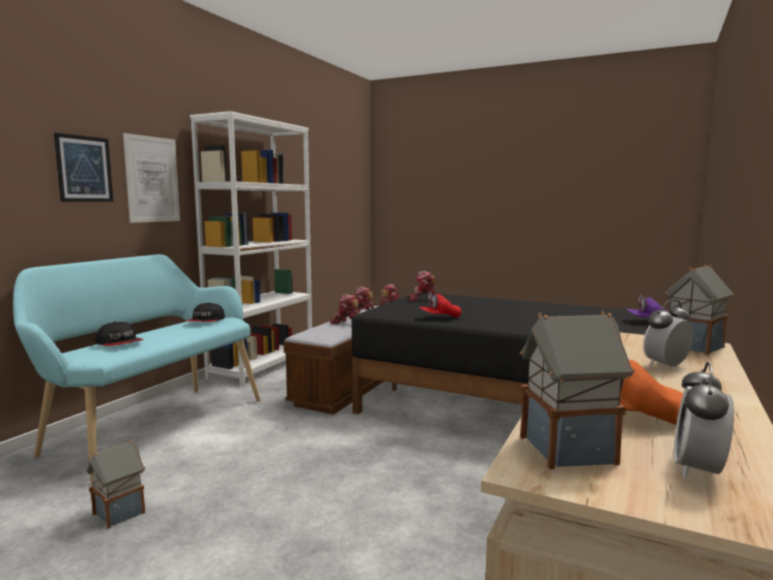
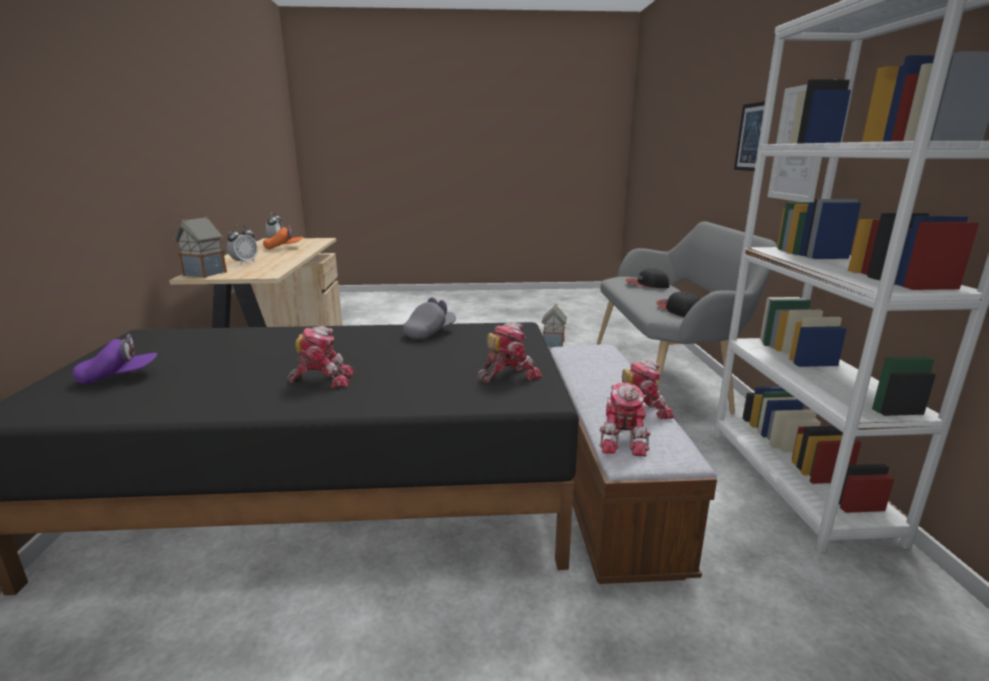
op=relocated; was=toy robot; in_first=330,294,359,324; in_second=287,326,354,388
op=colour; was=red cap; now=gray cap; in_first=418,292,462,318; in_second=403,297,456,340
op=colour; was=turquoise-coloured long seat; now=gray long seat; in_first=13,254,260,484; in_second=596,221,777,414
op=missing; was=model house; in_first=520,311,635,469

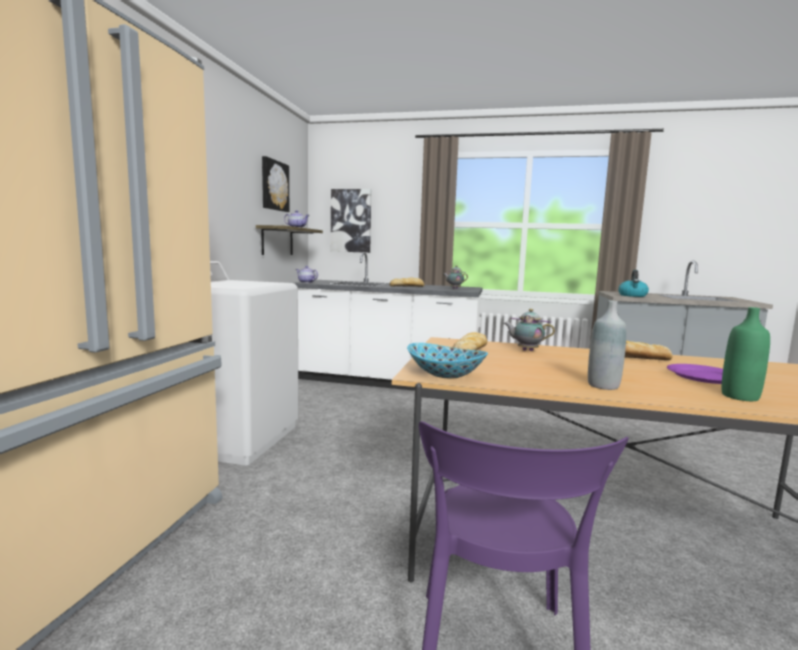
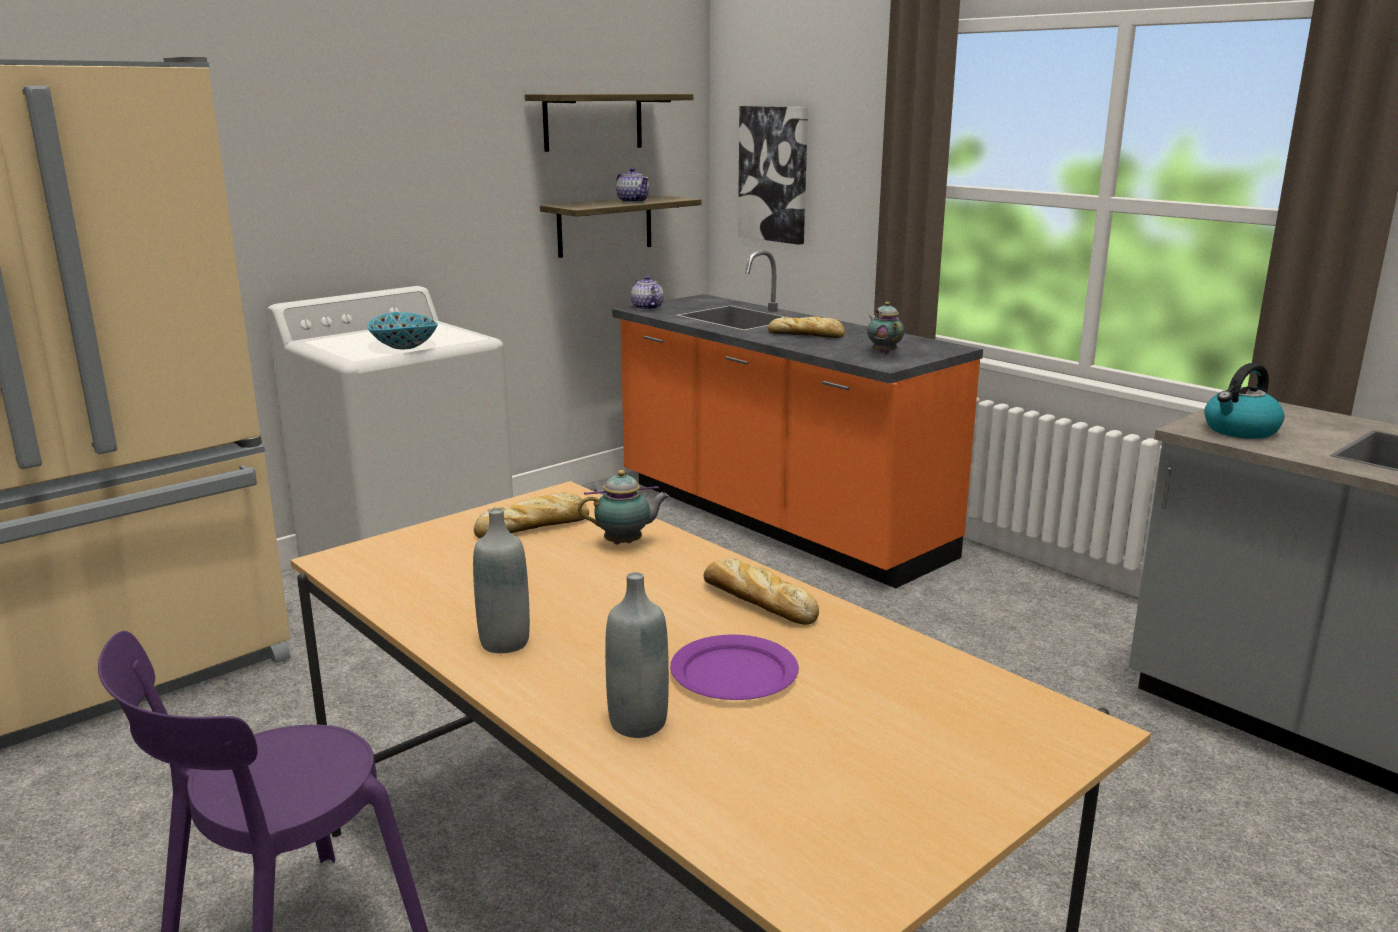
op=relocated; was=bowl; in_first=407,343,488,379; in_second=367,312,438,349
op=exchanged; was=picture; now=wall shelf; in_first=262,156,289,212; in_second=525,94,693,152
op=spun; was=tea pot; in_first=504,309,555,351; in_second=578,470,670,545; clockwise=105
op=colour; was=green bottle; now=gray bottle; in_first=721,307,770,401; in_second=605,572,669,738
op=colour; was=white kitchen base unit; now=orange kitchen base unit; in_first=294,252,483,391; in_second=612,250,983,588

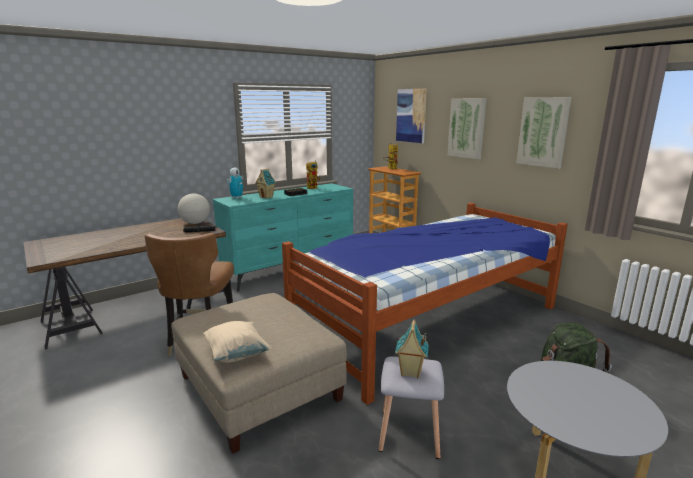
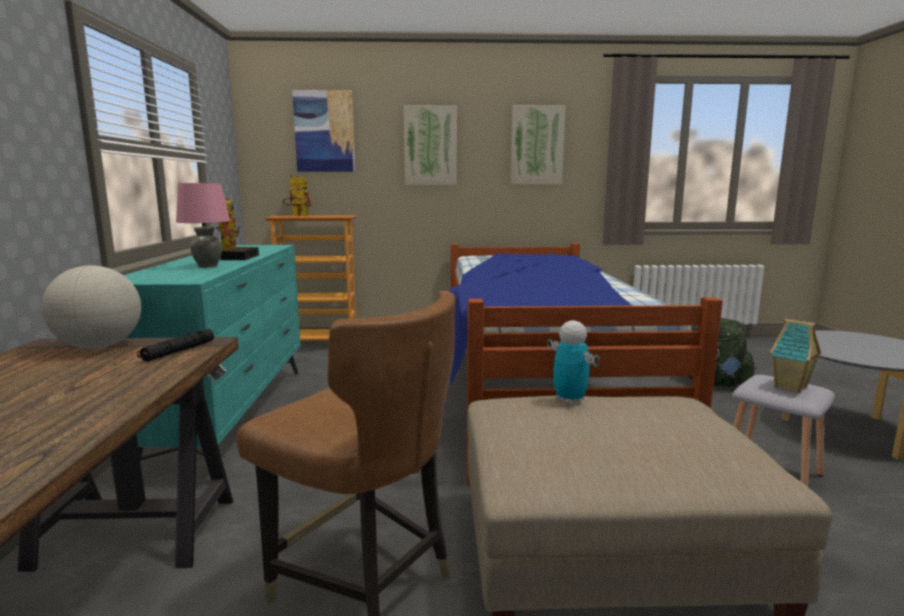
op=exchanged; was=model house; now=pink lamp for a table; in_first=255,168,276,199; in_second=176,183,230,268
op=relocated; was=toy robot; in_first=227,168,244,199; in_second=547,320,600,405
op=missing; was=sand-coloured cushion; in_first=203,321,271,363

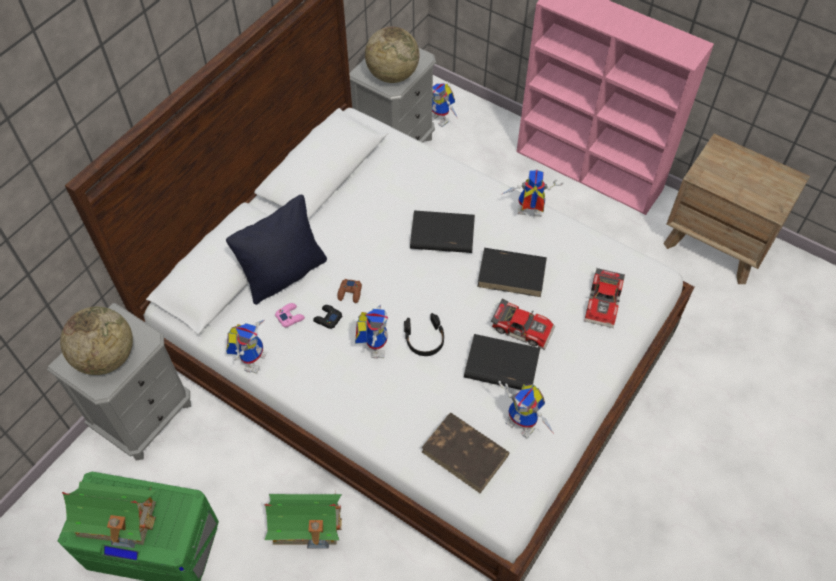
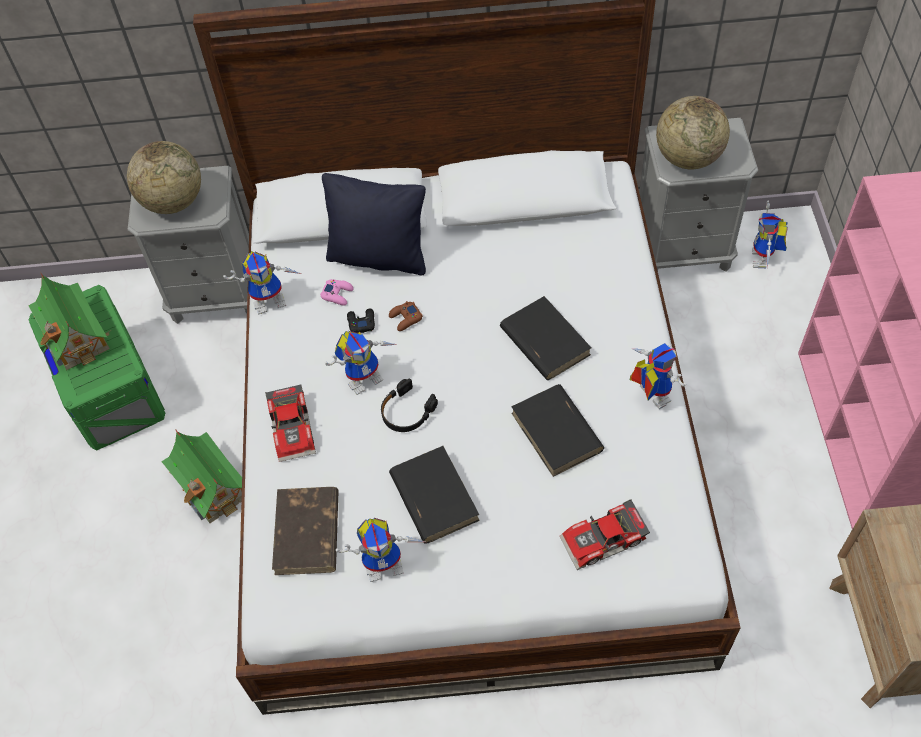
op=relocated; was=model car; in_first=491,298,555,350; in_second=265,385,316,462
op=spun; was=toy robot; in_first=499,381,555,438; in_second=336,518,425,582; clockwise=-105

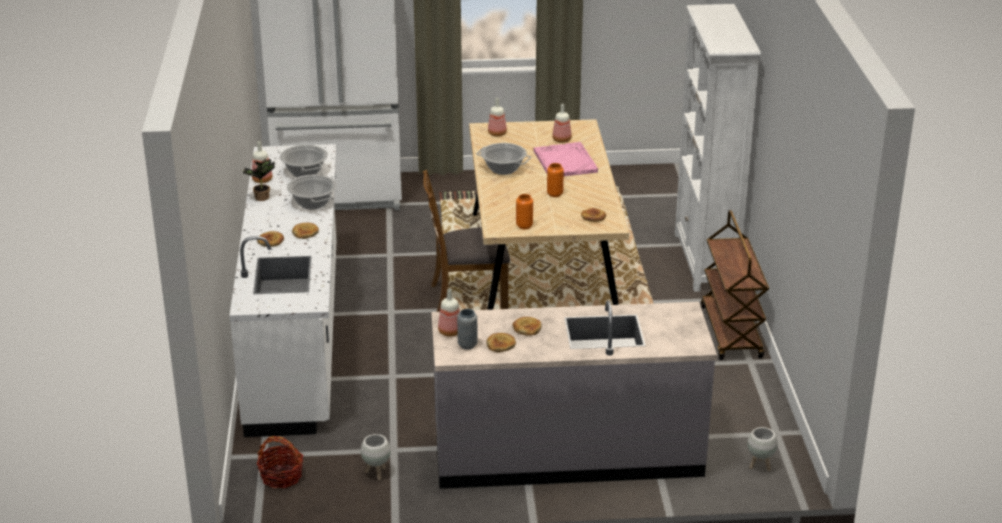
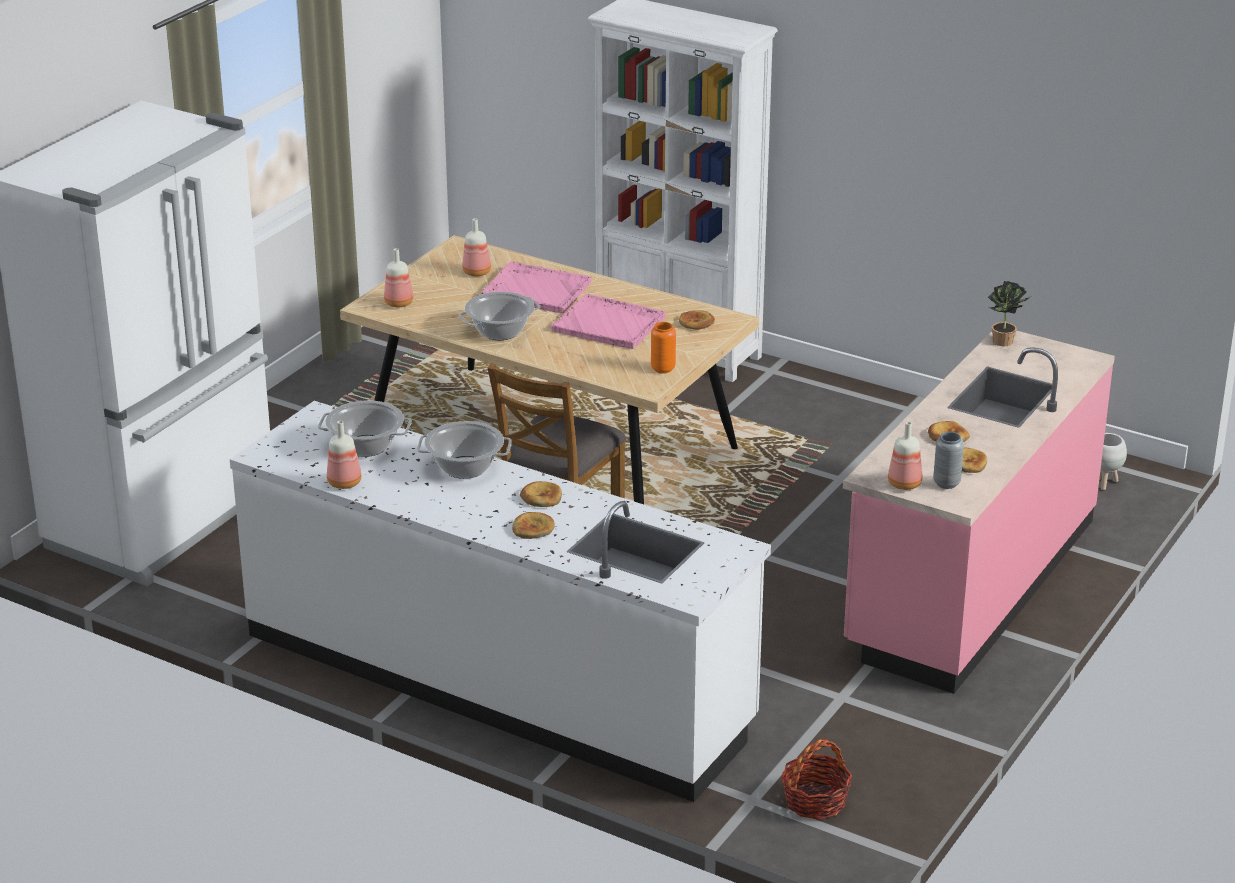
op=exchanged; was=orange vase; now=pink serving tray; in_first=547,163,564,197; in_second=551,294,666,349
op=colour; was=gray kitchen base unit; now=pink kitchen base unit; in_first=431,301,717,489; in_second=843,331,1115,694
op=relocated; was=potted plant; in_first=241,159,275,201; in_second=987,281,1029,346
op=missing; was=white flower pot; in_first=361,434,390,480
op=missing; was=brownish wheeled cart; in_first=701,210,769,360

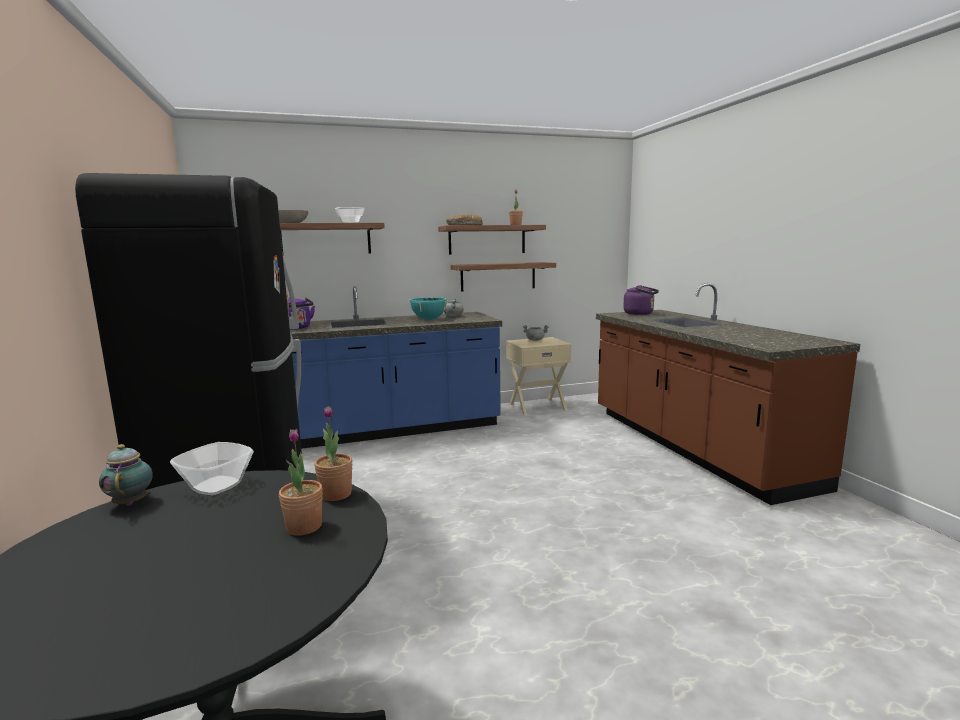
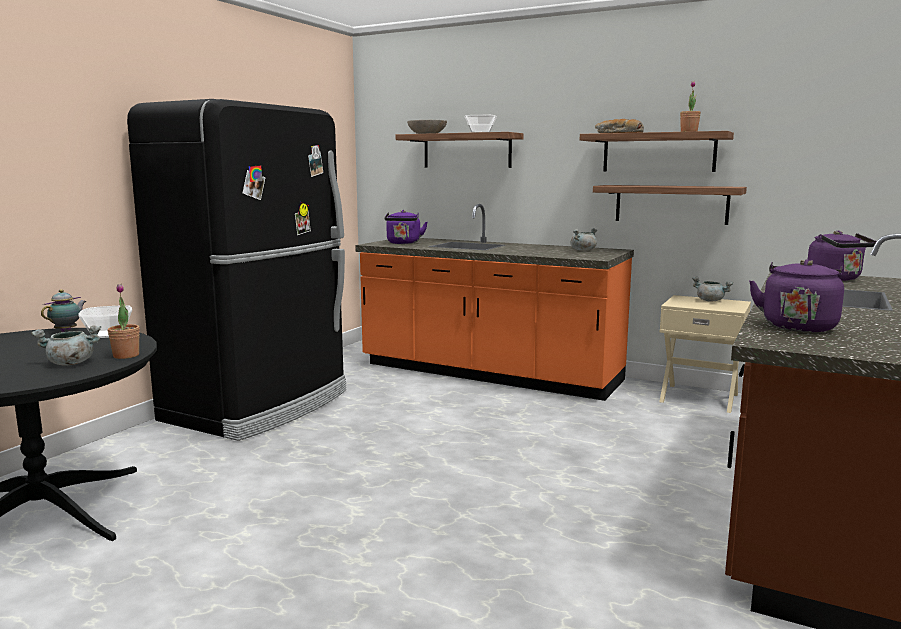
op=exchanged; was=potted plant; now=gray saucepot; in_first=279,429,323,536; in_second=31,325,101,366
op=colour; was=blue-coloured kitchen base unit; now=orange kitchen base unit; in_first=290,286,502,449; in_second=355,204,634,401
op=appeared; now=purple-coloured tea kettle; in_second=749,259,844,332
op=missing; was=turquoise-coloured saucepot; in_first=408,297,449,320

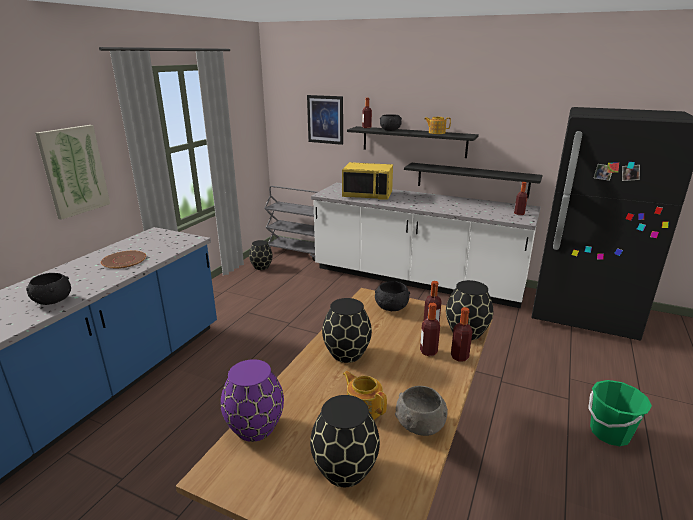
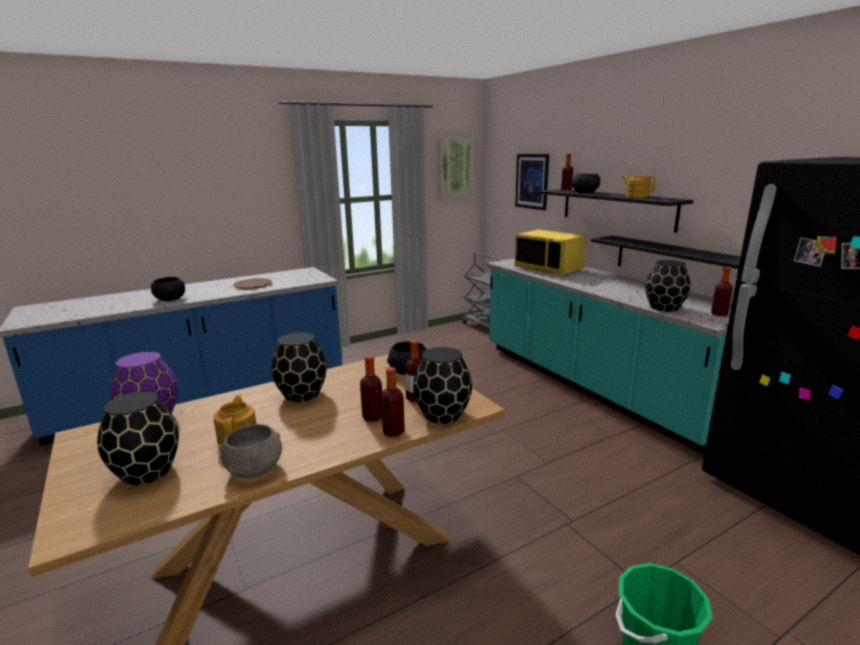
op=relocated; was=picture; in_first=35,125,110,220; in_second=438,138,474,200
op=colour; was=white kitchen base unit; now=turquoise-coloured kitchen base unit; in_first=311,182,541,308; in_second=487,258,732,455
op=relocated; was=black-coloured vase; in_first=249,240,273,270; in_second=645,260,690,312

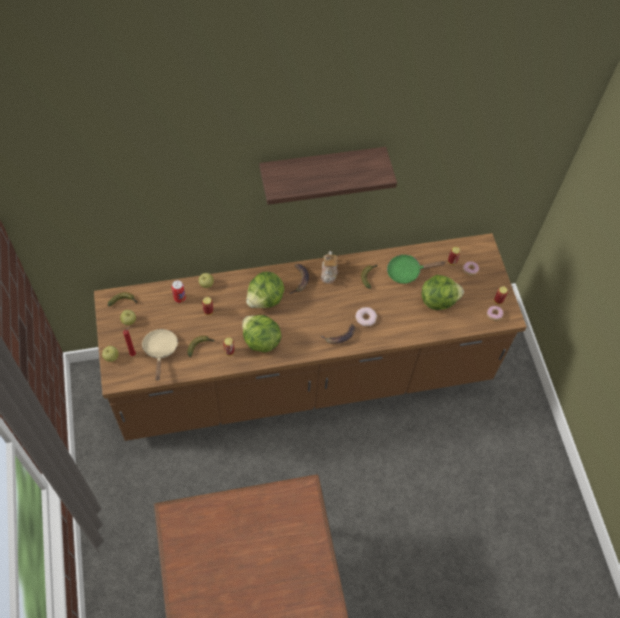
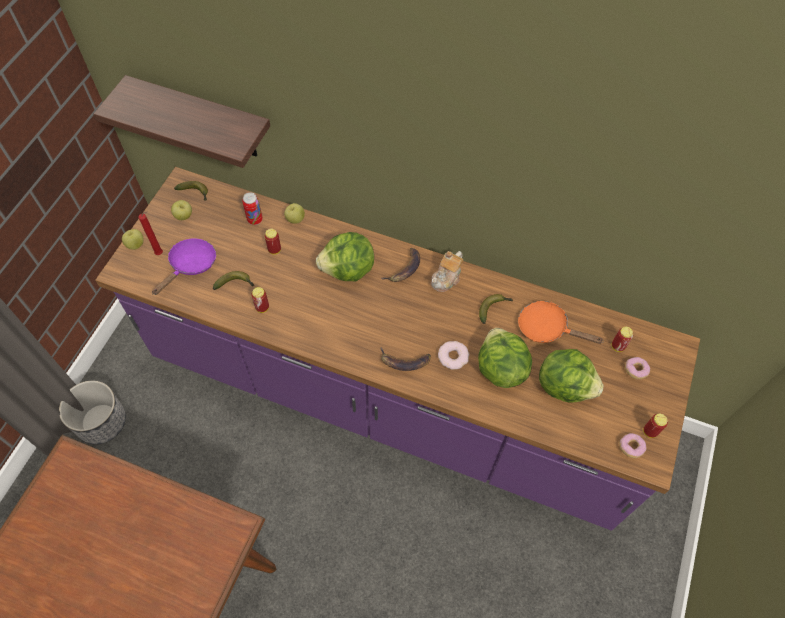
op=appeared; now=flower pot; in_second=59,381,126,444
op=relocated; was=wall shelf; in_first=260,147,397,205; in_second=94,75,270,168
op=colour; was=brownish kitchen base unit; now=purple-coloured kitchen base unit; in_first=94,233,527,441; in_second=95,167,700,531
op=colour; was=sand-coloured pan; now=purple-coloured pan; in_first=141,329,179,381; in_second=152,238,216,295
op=relocated; was=lettuce; in_first=242,315,282,352; in_second=478,328,532,388
op=colour; was=green pan; now=orange pan; in_first=387,254,446,284; in_second=518,301,604,344

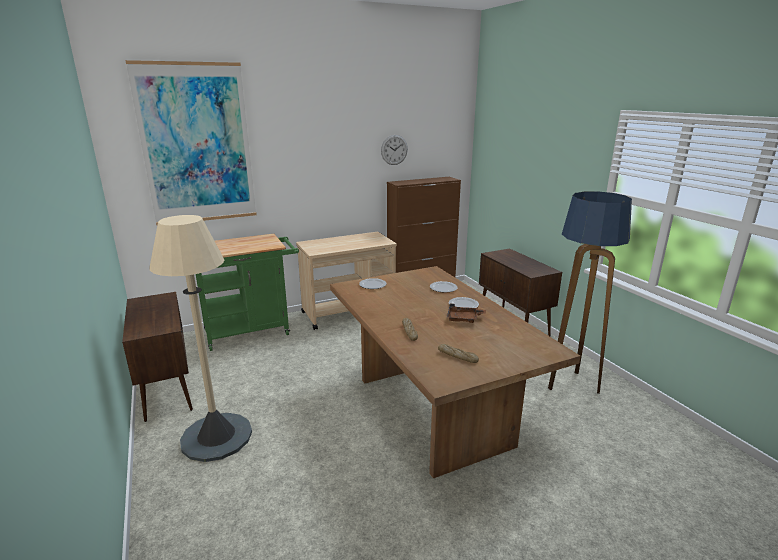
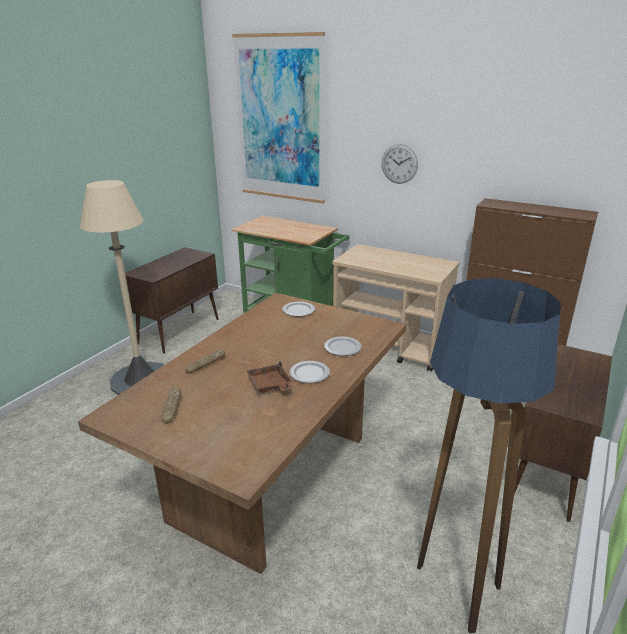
op=relocated; was=wall clock; in_first=381,135,408,165; in_second=382,144,418,184

